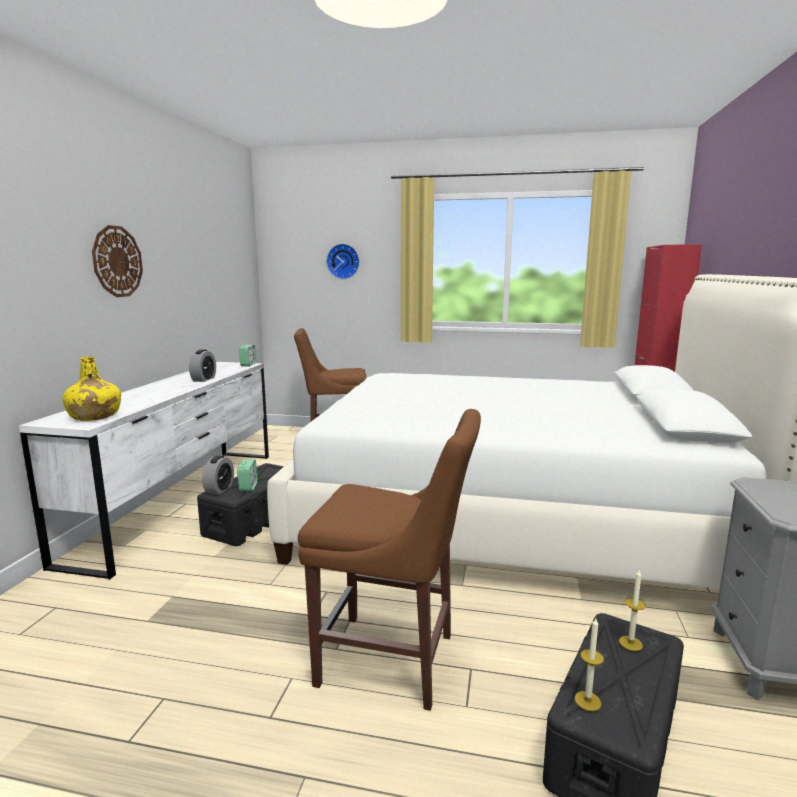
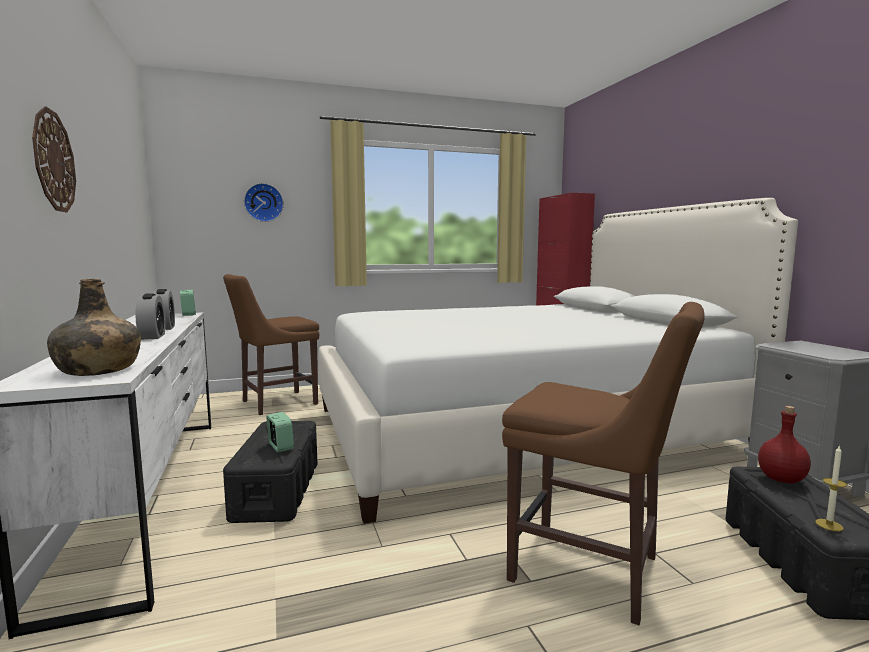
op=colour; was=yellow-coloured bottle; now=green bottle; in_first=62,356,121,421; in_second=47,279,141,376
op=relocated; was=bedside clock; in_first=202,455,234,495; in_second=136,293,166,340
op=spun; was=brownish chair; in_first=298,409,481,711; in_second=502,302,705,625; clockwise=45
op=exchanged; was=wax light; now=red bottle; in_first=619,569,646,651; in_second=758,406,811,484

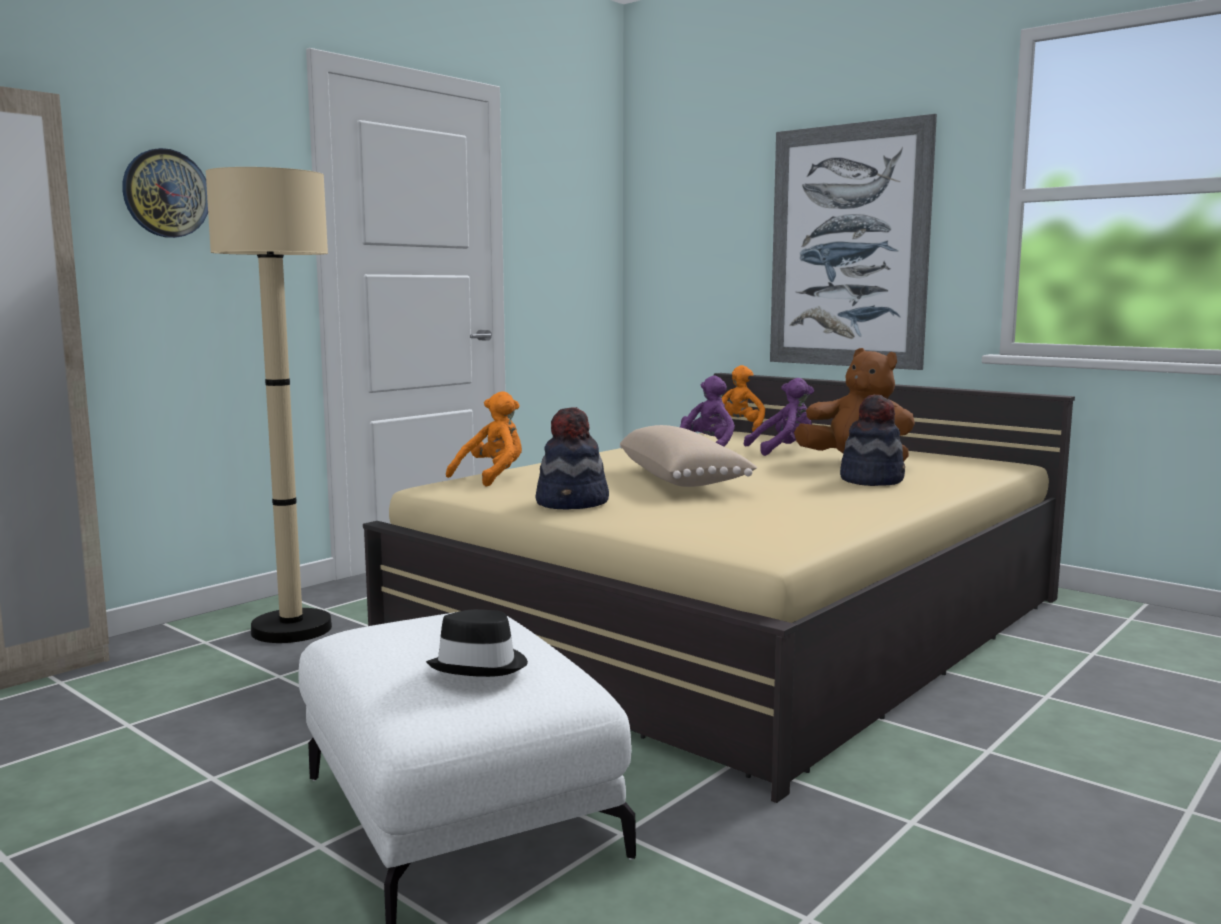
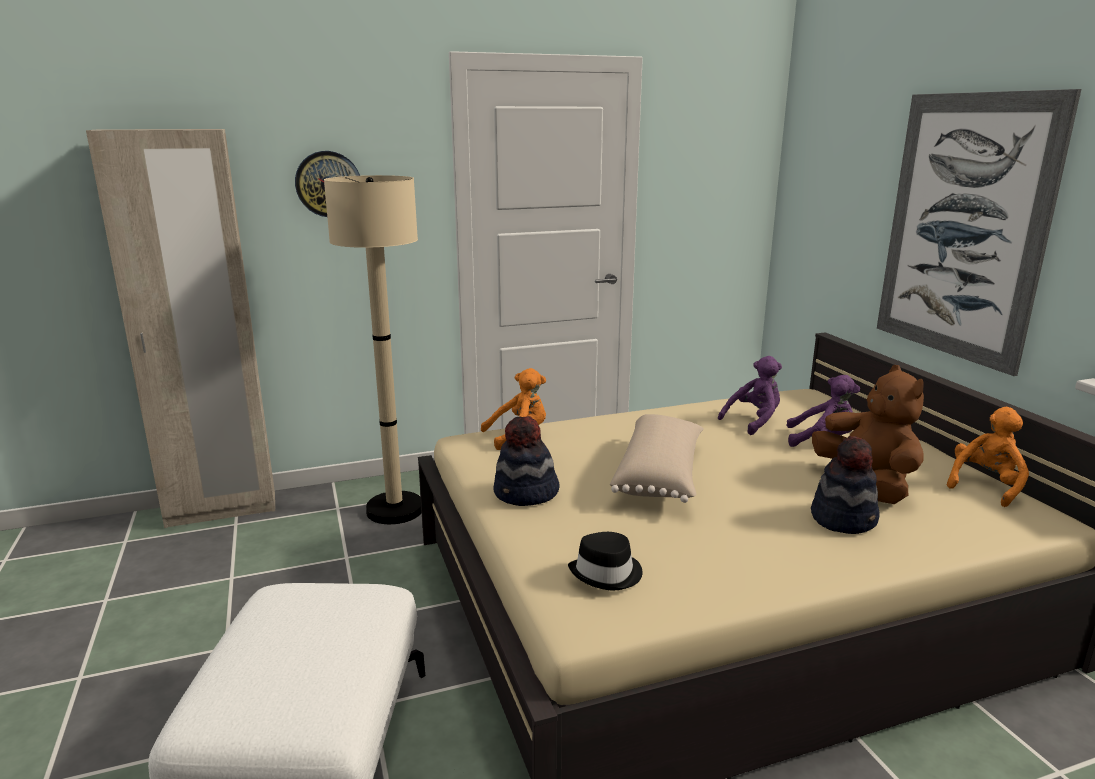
op=relocated; was=black-coloured wearable hat; in_first=426,609,528,677; in_second=568,532,643,590
op=relocated; was=orange soft toy; in_first=722,365,765,432; in_second=947,407,1029,507

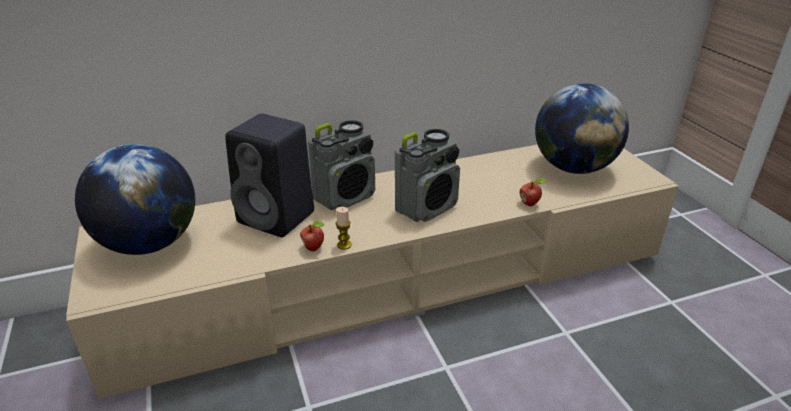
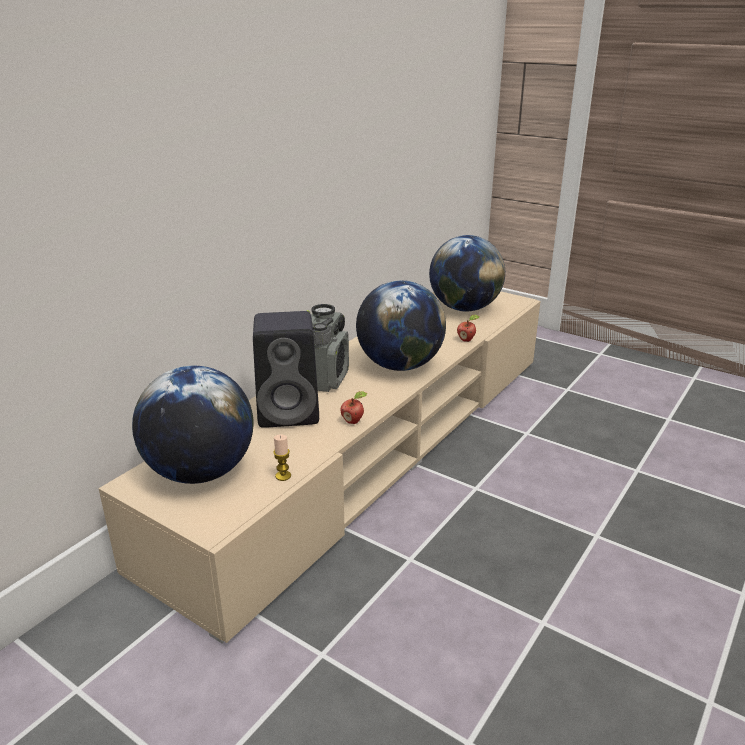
op=relocated; was=wax light; in_first=336,207,352,250; in_second=273,434,291,481
op=exchanged; was=radio; now=world globe; in_first=395,129,460,222; in_second=356,280,446,371

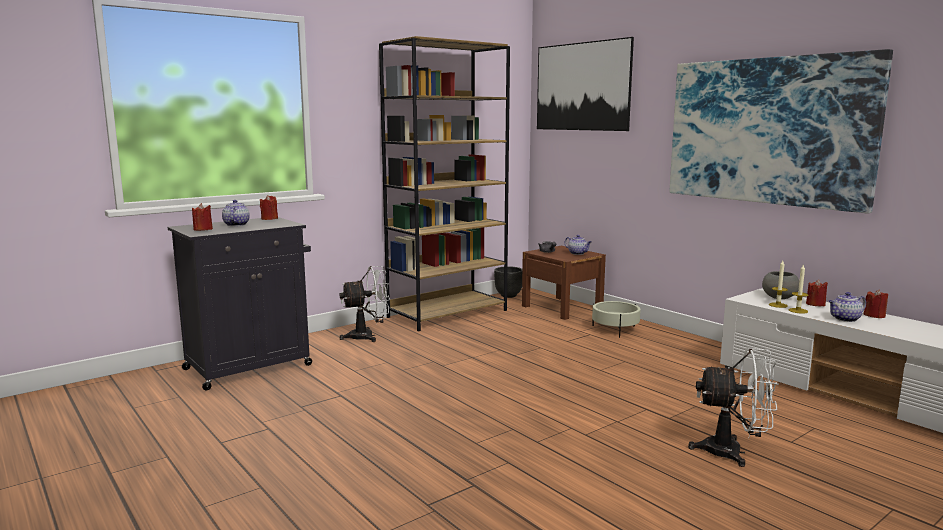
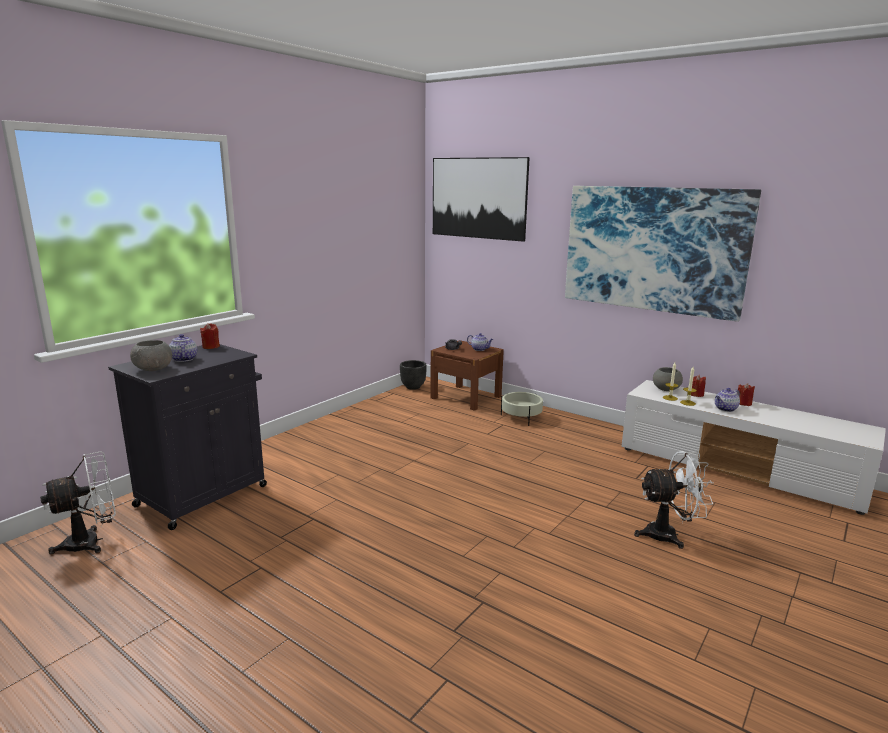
op=relocated; was=white cooling fan; in_first=340,266,390,342; in_second=40,451,116,554
op=exchanged; was=red wax light; now=gray bowl; in_first=192,203,213,231; in_second=130,340,172,371
op=missing; was=brownish shelving unit; in_first=379,36,510,331

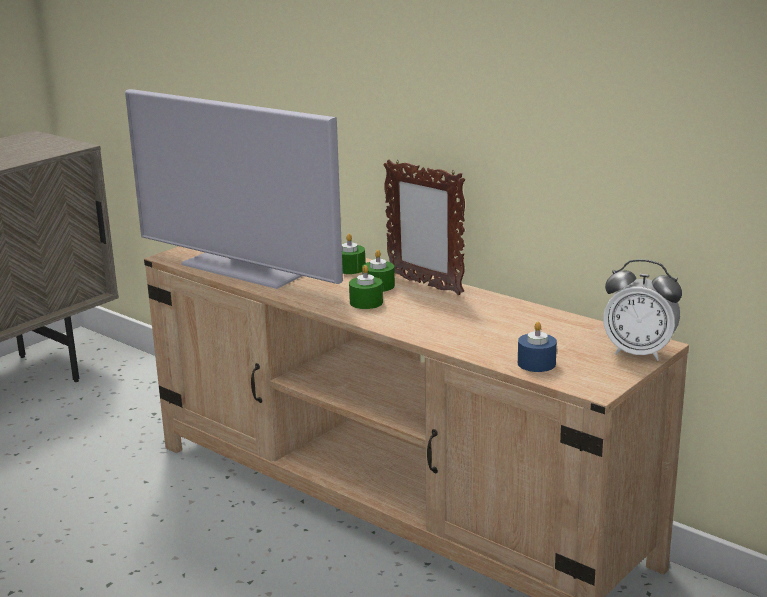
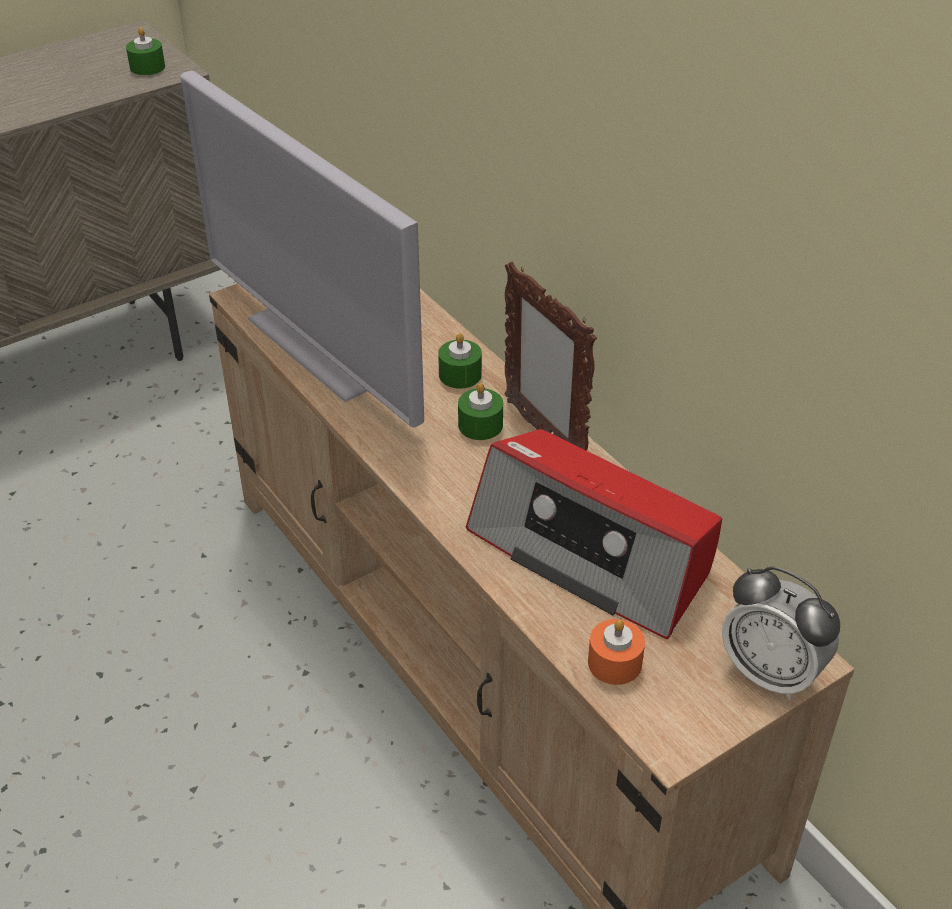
op=relocated; was=green wax light; in_first=349,265,383,309; in_second=126,27,165,75
op=appeared; now=radio; in_second=466,429,722,639
op=colour; was=blue-coloured wax light; now=orange wax light; in_first=518,322,557,372; in_second=588,619,645,685

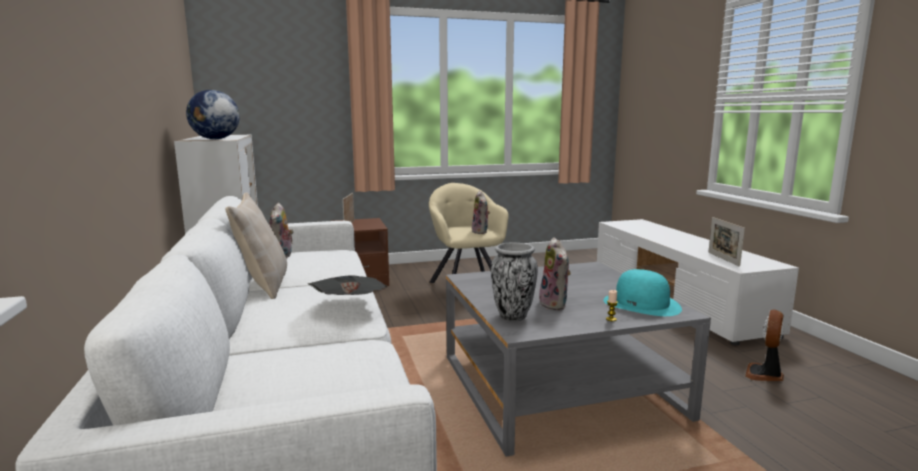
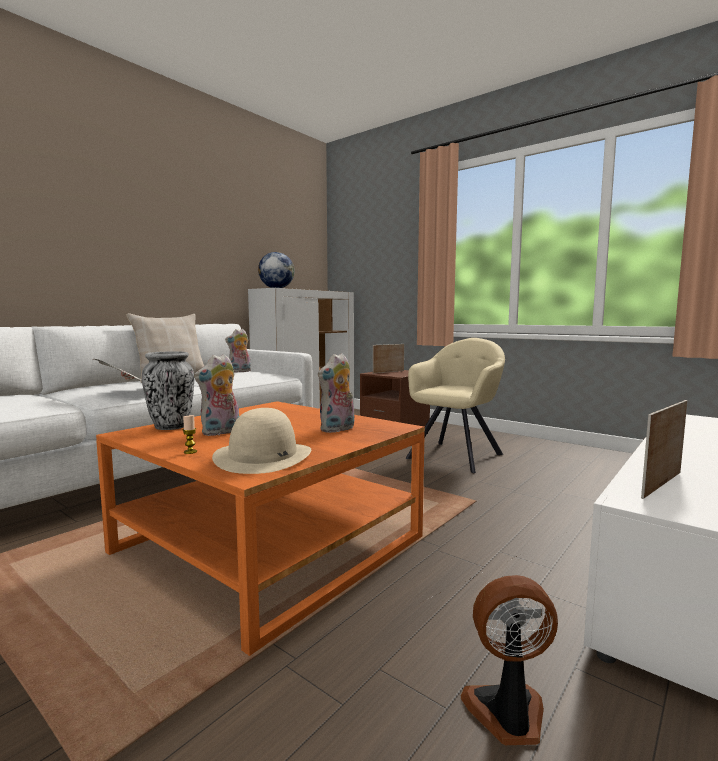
op=colour; was=gray lounge table; now=orange lounge table; in_first=446,262,711,457; in_second=96,401,425,656
op=colour; was=turquoise-coloured wearable hat; now=sand-coloured wearable hat; in_first=603,269,682,316; in_second=212,408,311,474
op=relocated; was=soft toy; in_first=472,191,490,234; in_second=318,353,354,433

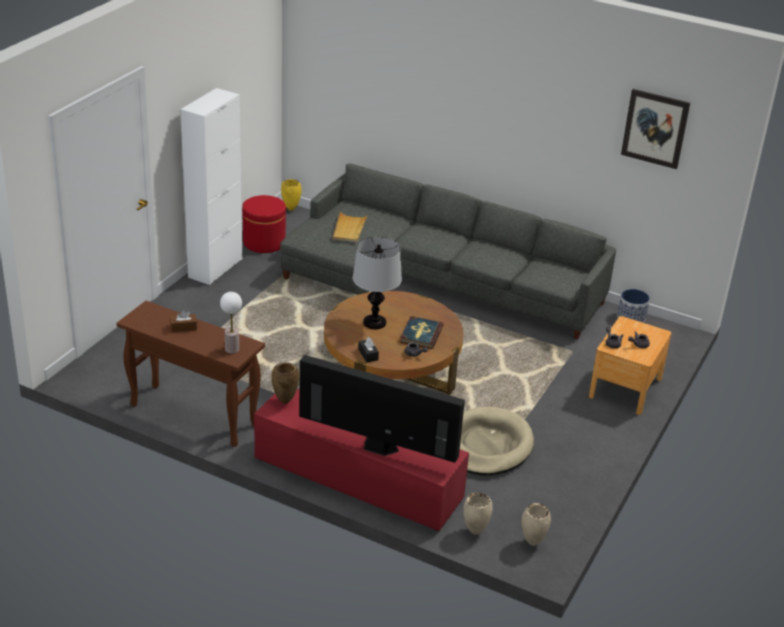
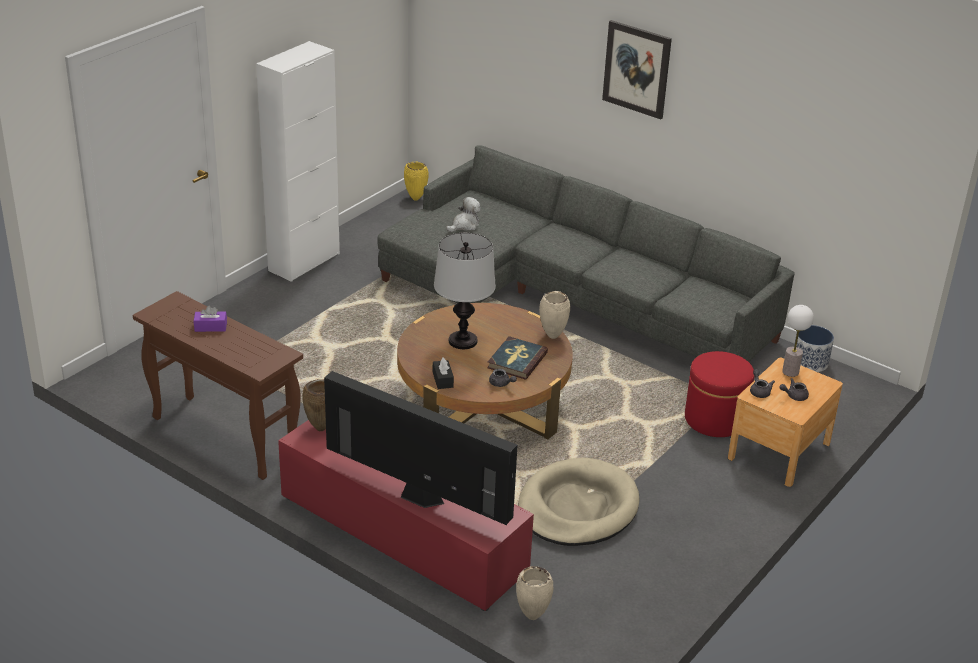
op=colour; was=brownish tissue box; now=purple-coloured tissue box; in_first=170,310,197,332; in_second=194,306,227,332
op=exchanged; was=sand-coloured serving tray; now=soft toy; in_first=333,211,368,243; in_second=446,197,481,232
op=relocated; was=sand-coloured vase; in_first=522,503,551,546; in_second=539,291,570,339
op=relocated; was=picture; in_first=621,89,690,169; in_second=602,20,672,119
op=relocated; was=red pouffe; in_first=242,195,286,253; in_second=685,351,754,437
op=relocated; was=lamp for a table; in_first=220,292,242,354; in_second=782,305,814,377

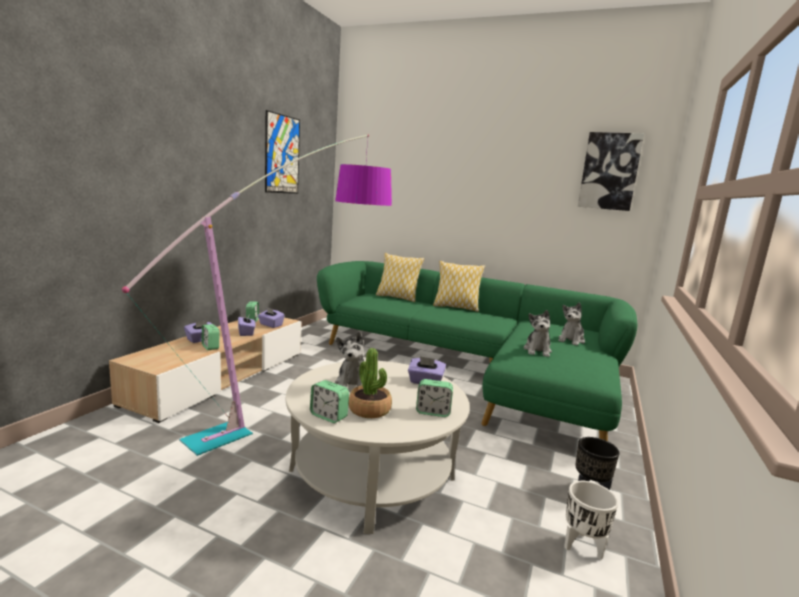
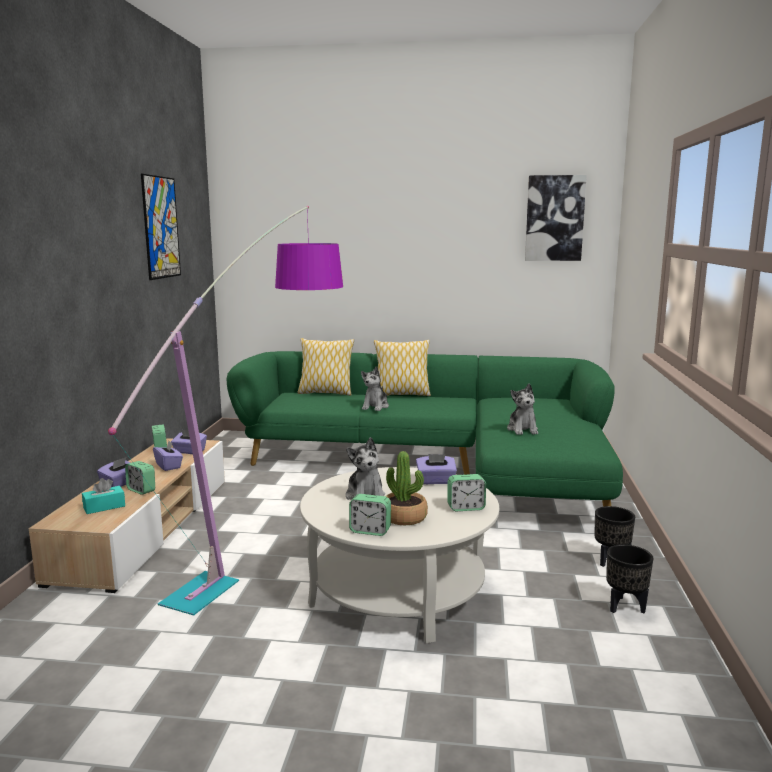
op=appeared; now=turquoise-coloured tissue box; in_second=82,478,125,514
op=relocated; was=soft toy; in_first=559,303,585,346; in_second=361,367,389,411
op=colour; was=white flower pot; now=black-coloured flower pot; in_first=564,481,618,560; in_second=606,544,654,614

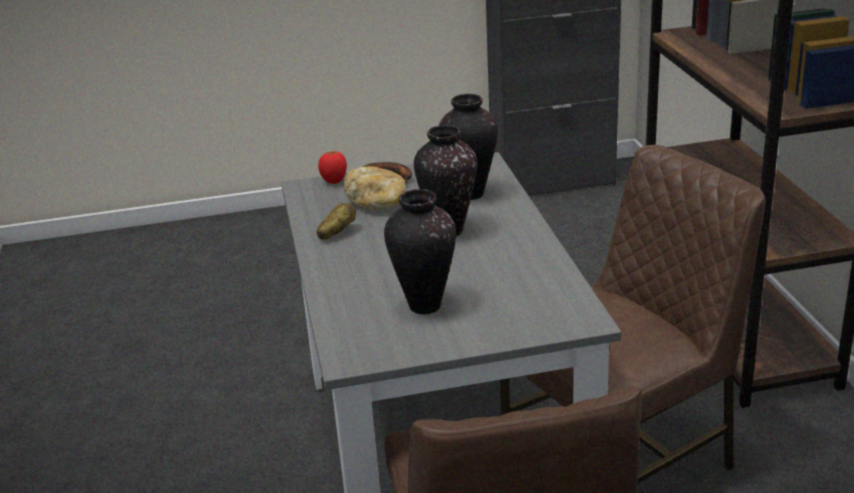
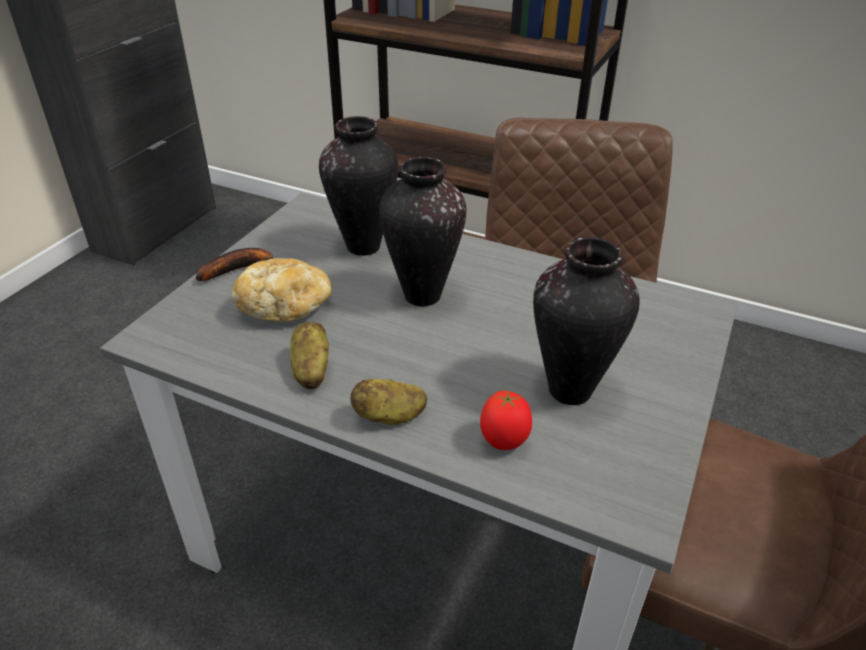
op=appeared; now=spud; in_second=350,379,427,425
op=relocated; was=whole tomato; in_first=318,151,347,184; in_second=480,390,532,450

